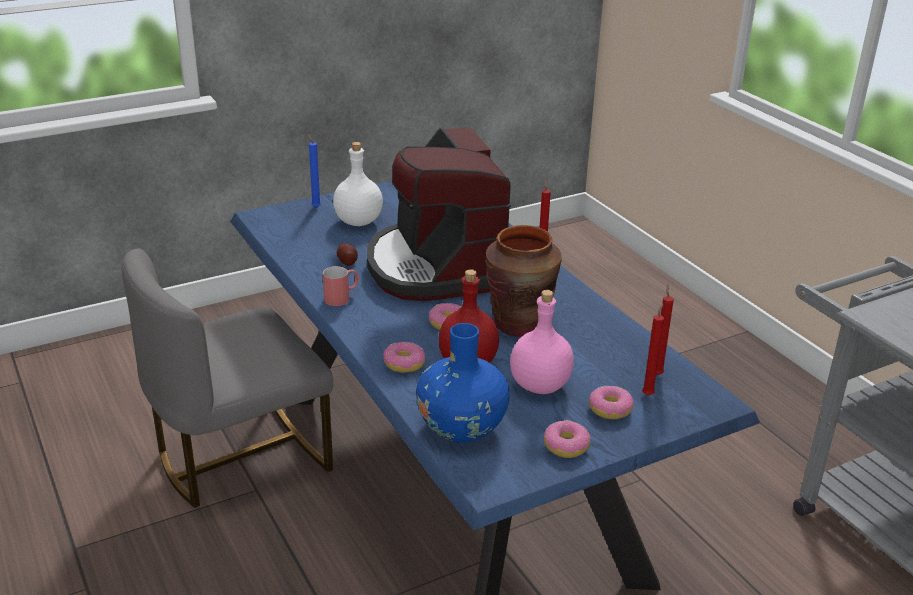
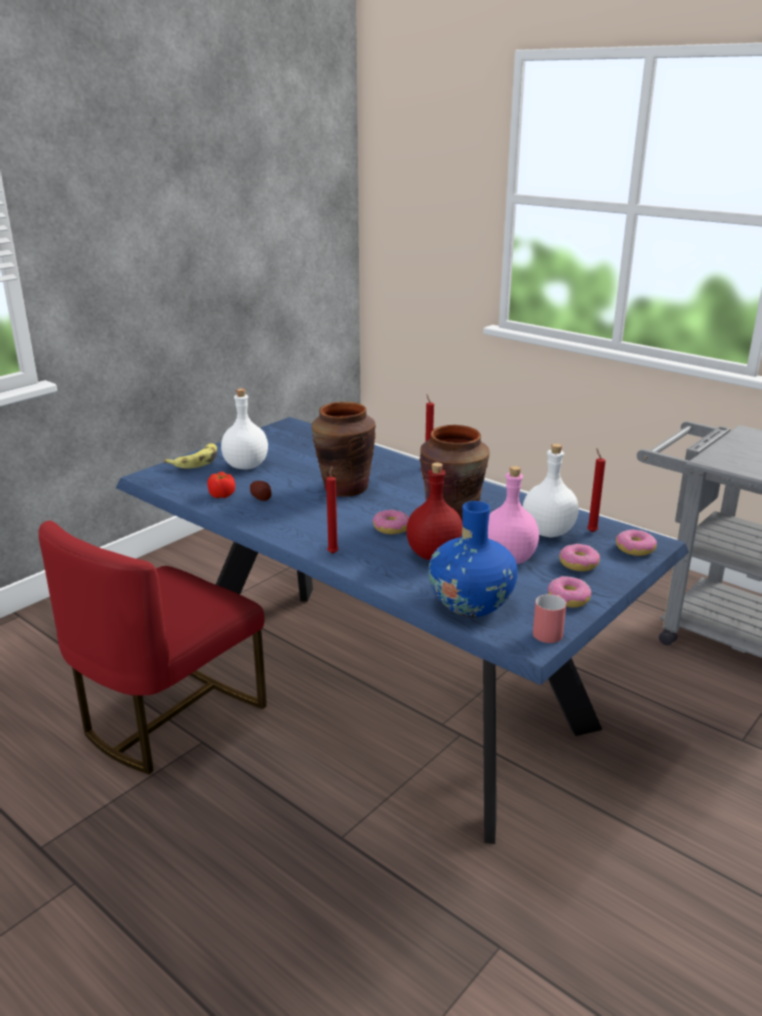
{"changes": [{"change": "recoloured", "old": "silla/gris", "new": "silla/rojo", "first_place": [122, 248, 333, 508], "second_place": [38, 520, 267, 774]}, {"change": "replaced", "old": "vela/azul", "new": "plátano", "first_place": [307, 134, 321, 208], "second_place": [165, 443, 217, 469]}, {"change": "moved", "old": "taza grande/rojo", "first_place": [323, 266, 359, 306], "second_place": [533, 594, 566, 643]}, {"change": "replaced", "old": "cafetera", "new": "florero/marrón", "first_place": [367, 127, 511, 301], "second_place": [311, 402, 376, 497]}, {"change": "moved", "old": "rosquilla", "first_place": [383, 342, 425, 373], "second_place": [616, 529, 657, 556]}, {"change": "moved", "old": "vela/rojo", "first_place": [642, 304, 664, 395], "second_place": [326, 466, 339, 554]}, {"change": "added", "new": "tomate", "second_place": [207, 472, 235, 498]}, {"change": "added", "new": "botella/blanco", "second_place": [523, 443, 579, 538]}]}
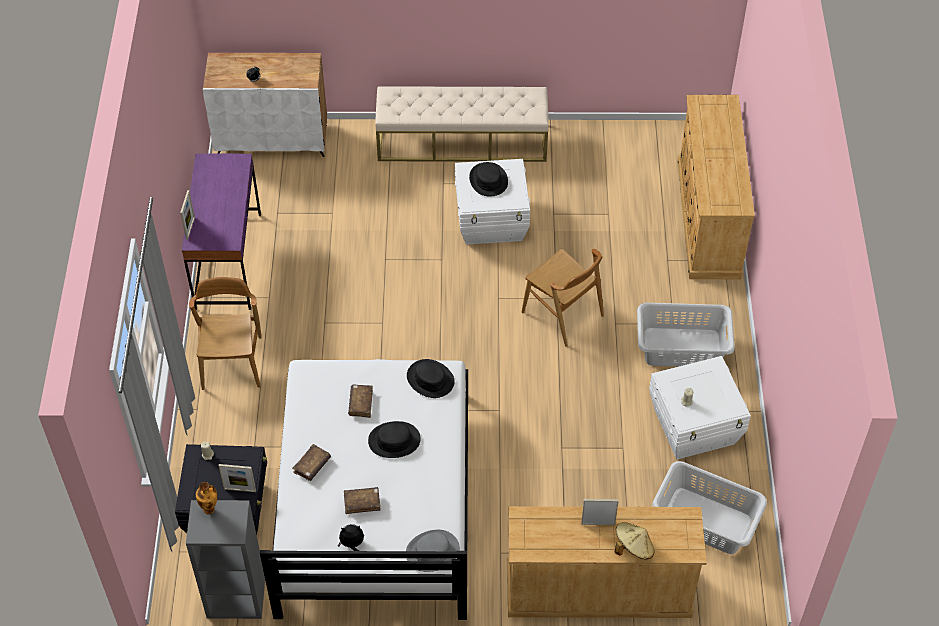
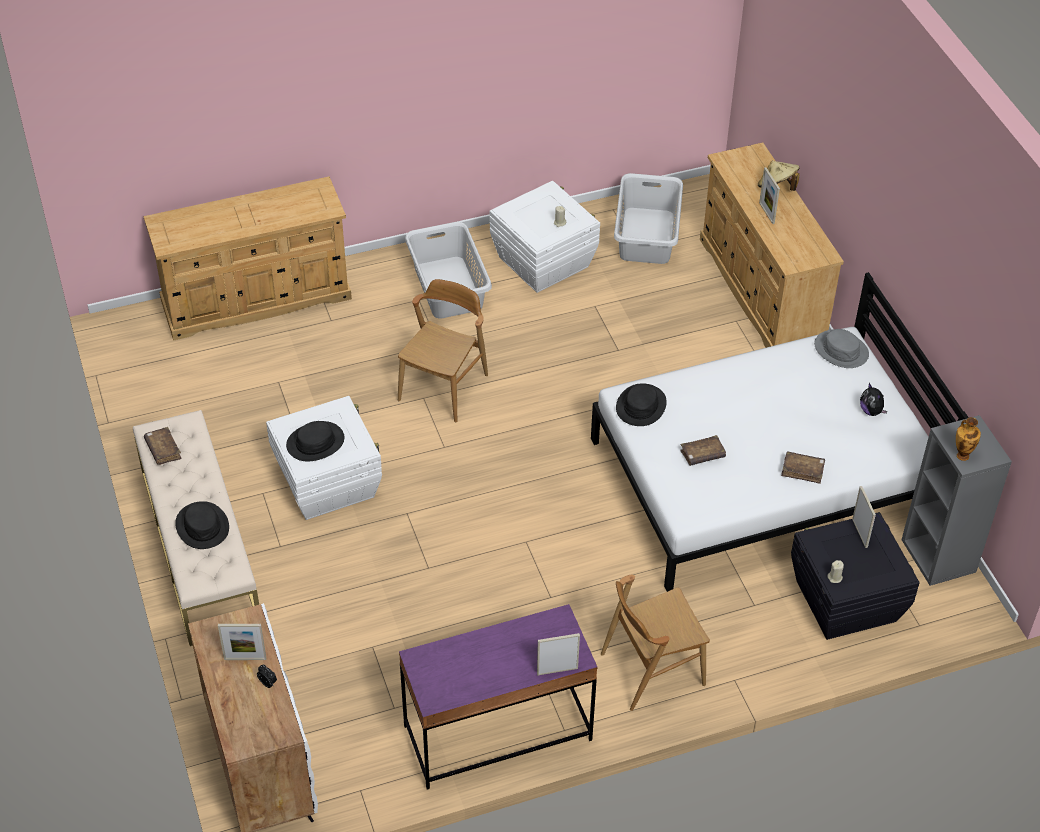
{"changes": [{"change": "moved", "old": "libro/marrón", "first_place": [344, 487, 381, 514], "second_place": [144, 427, 182, 465]}, {"change": "moved", "old": "sombrero/negro", "first_place": [368, 421, 421, 458], "second_place": [175, 501, 229, 549]}, {"change": "added", "new": "portarretratos", "second_place": [218, 624, 266, 660]}]}
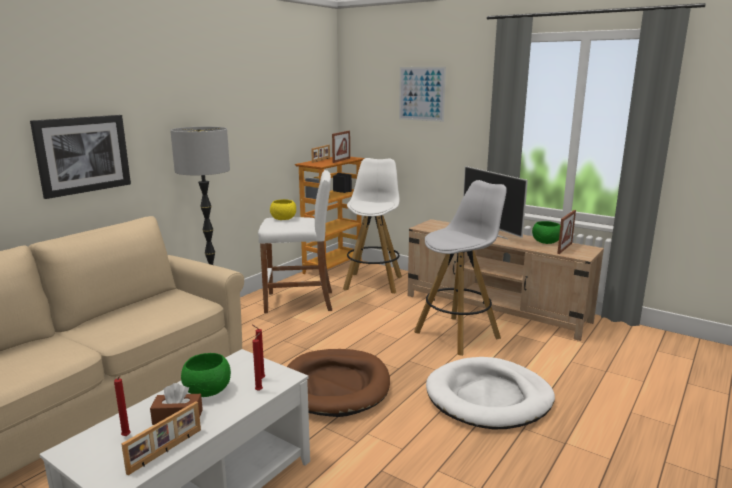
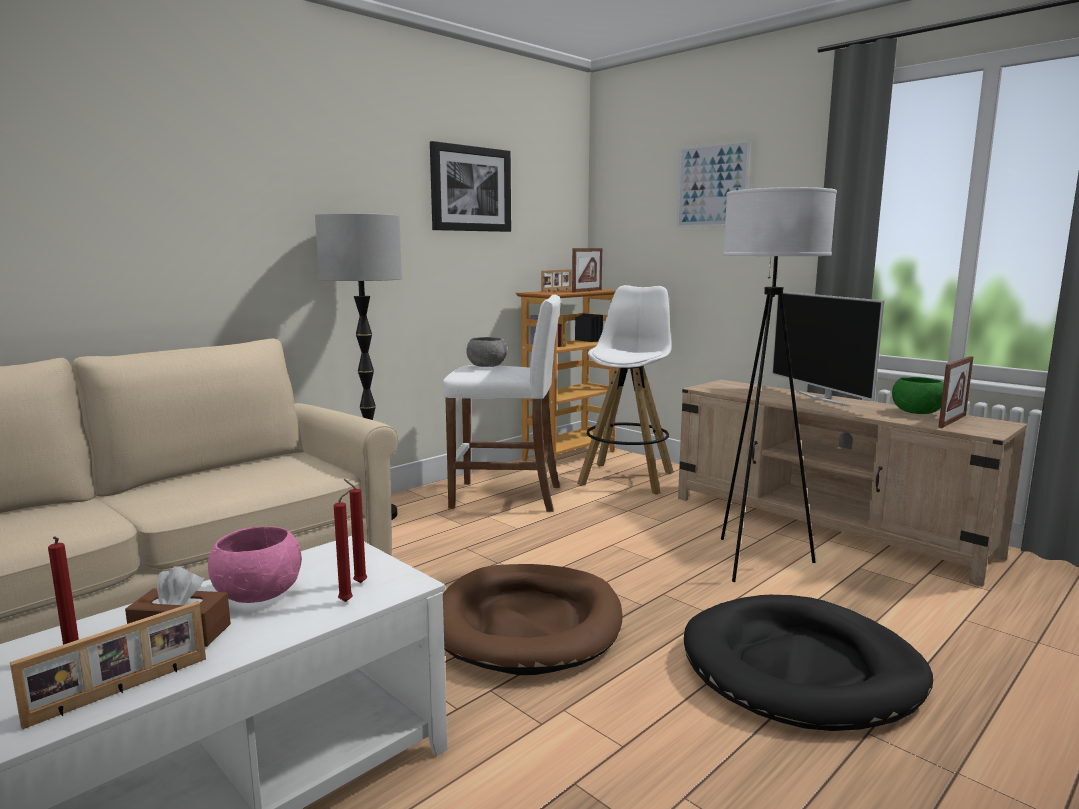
{"changes": [{"change": "moved", "old": "cuadro", "first_place": [30, 115, 131, 199], "second_place": [430, 141, 511, 232]}, {"change": "recoloured", "old": "cuenco/verde", "new": "cuenco/rosa", "first_place": [181, 353, 231, 397], "second_place": [208, 526, 302, 603]}, {"change": "recoloured", "old": "cuenco/amarillo", "new": "cuenco/gris", "first_place": [270, 199, 296, 220], "second_place": [466, 337, 507, 367]}, {"change": "replaced", "old": "taburete/blanco", "new": "lámpara de pie/blanco", "first_place": [414, 180, 507, 356], "second_place": [721, 187, 837, 582]}, {"change": "recoloured", "old": "cama para perro/blanco", "new": "cama para perro/negro", "first_place": [426, 357, 555, 429], "second_place": [684, 595, 933, 731]}]}
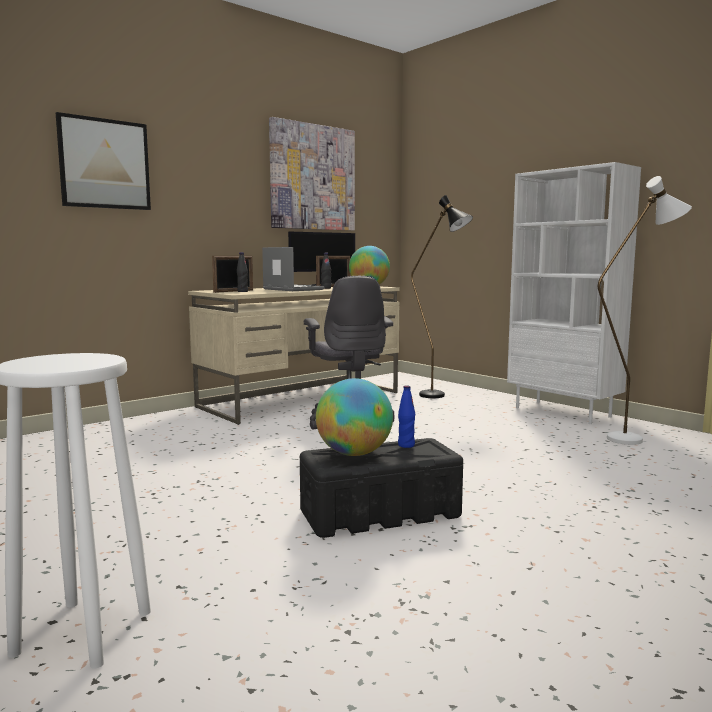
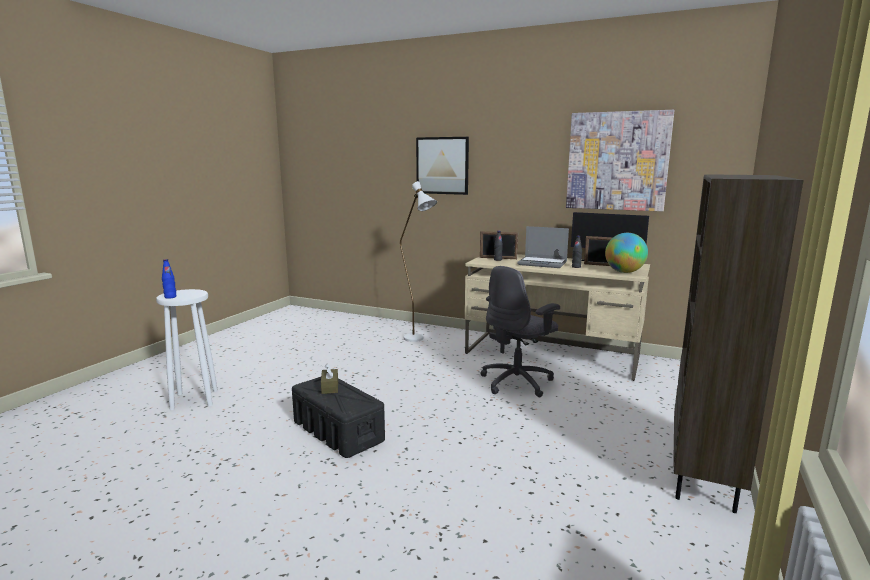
{"changes": [{"change": "turned", "old": "portátil", "first_place": [262, 247, 325, 291], "second_place": [517, 226, 569, 268], "degrees": 90}, {"change": "replaced", "old": "globo terráqueo", "new": "caja de pañuelos/marrón", "first_place": [316, 378, 393, 456], "second_place": [321, 363, 338, 394]}, {"change": "moved", "old": "botella/azul", "first_place": [398, 386, 415, 448], "second_place": [162, 259, 176, 299]}, {"change": "removed", "old": "lámpara de pie/negro", "first_place": [411, 195, 473, 398]}, {"change": "recoloured", "old": "estantería/blanco", "new": "estantería/marrón", "first_place": [507, 162, 641, 424], "second_place": [673, 174, 804, 513]}, {"change": "moved", "old": "lámpara de pie/blanco", "first_place": [598, 176, 692, 445], "second_place": [400, 181, 437, 342]}]}
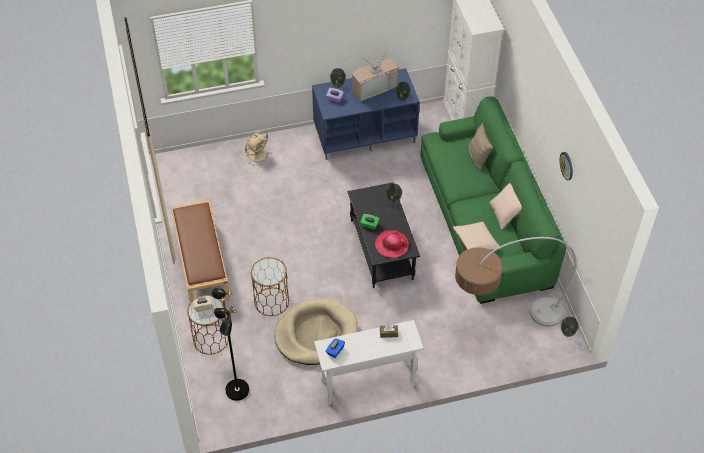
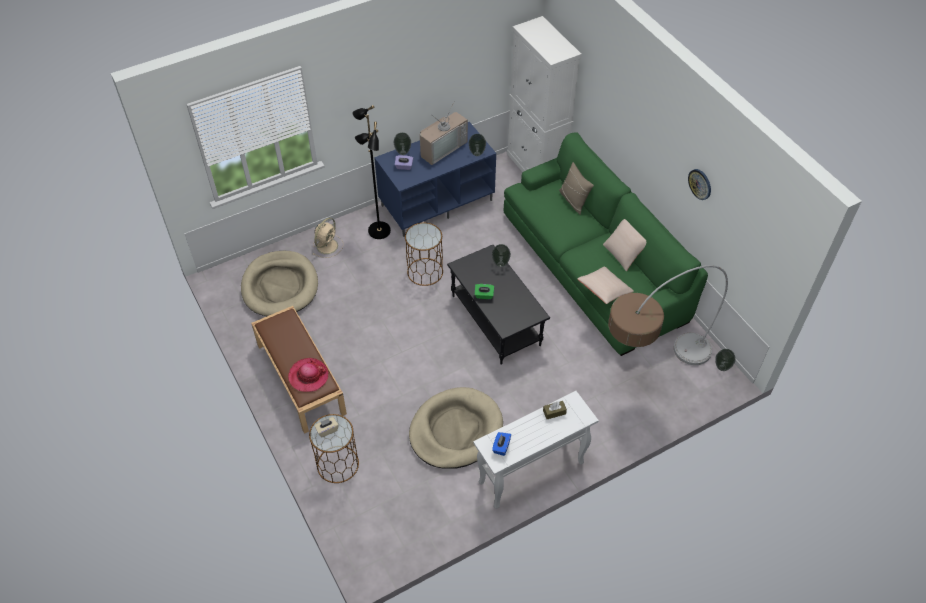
{"changes": [{"change": "moved", "old": "lámpara de pie/negro", "first_place": [212, 288, 249, 401], "second_place": [352, 105, 391, 239]}, {"change": "moved", "old": "mesa auxiliar/marrón", "first_place": [251, 257, 289, 316], "second_place": [405, 223, 443, 286]}, {"change": "moved", "old": "sombrero", "first_place": [375, 230, 409, 258], "second_place": [288, 358, 328, 392]}, {"change": "added", "new": "cama para perro/beis", "second_place": [241, 251, 318, 316]}]}
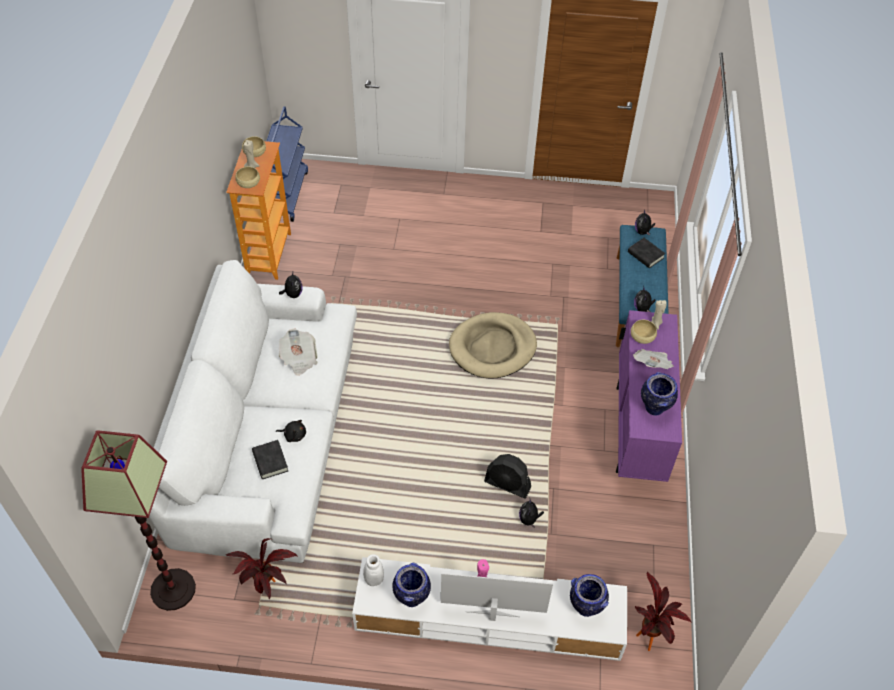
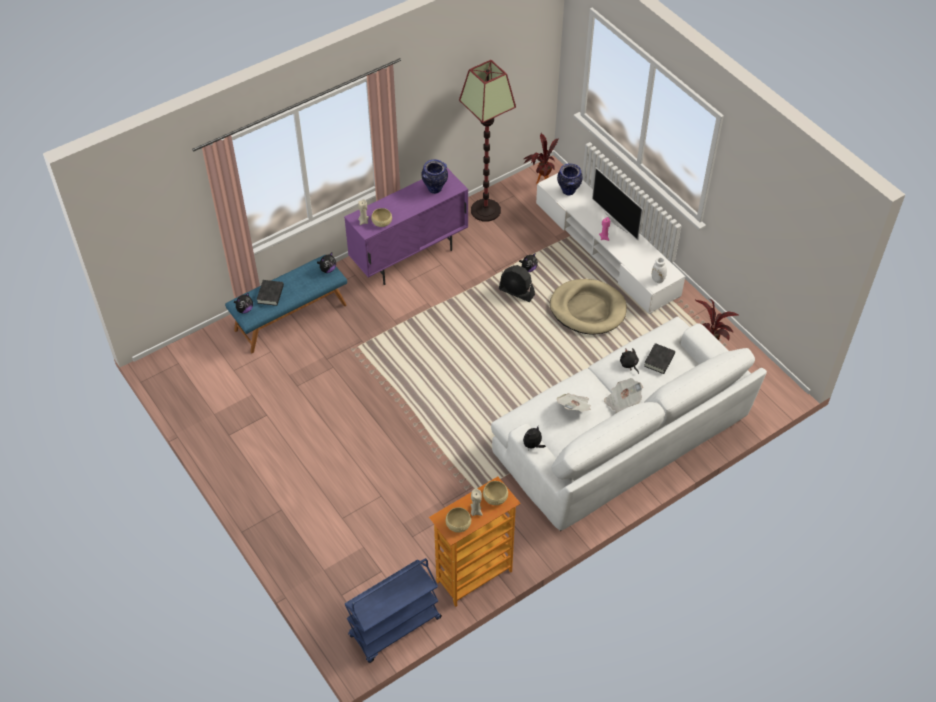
{"changes": [{"change": "moved", "old": "lámpara de pie", "first_place": [81, 430, 196, 611], "second_place": [459, 60, 516, 221]}, {"change": "removed", "old": "florero", "first_place": [392, 563, 431, 607]}, {"change": "moved", "old": "cama para perro/beis", "first_place": [449, 312, 537, 379], "second_place": [550, 279, 627, 335]}, {"change": "turned", "old": "ventilador/negro", "first_place": [484, 454, 531, 499], "second_place": [499, 265, 535, 302], "degrees": 135}, {"change": "moved", "old": "periódico", "first_place": [633, 349, 674, 369], "second_place": [604, 378, 643, 413]}]}
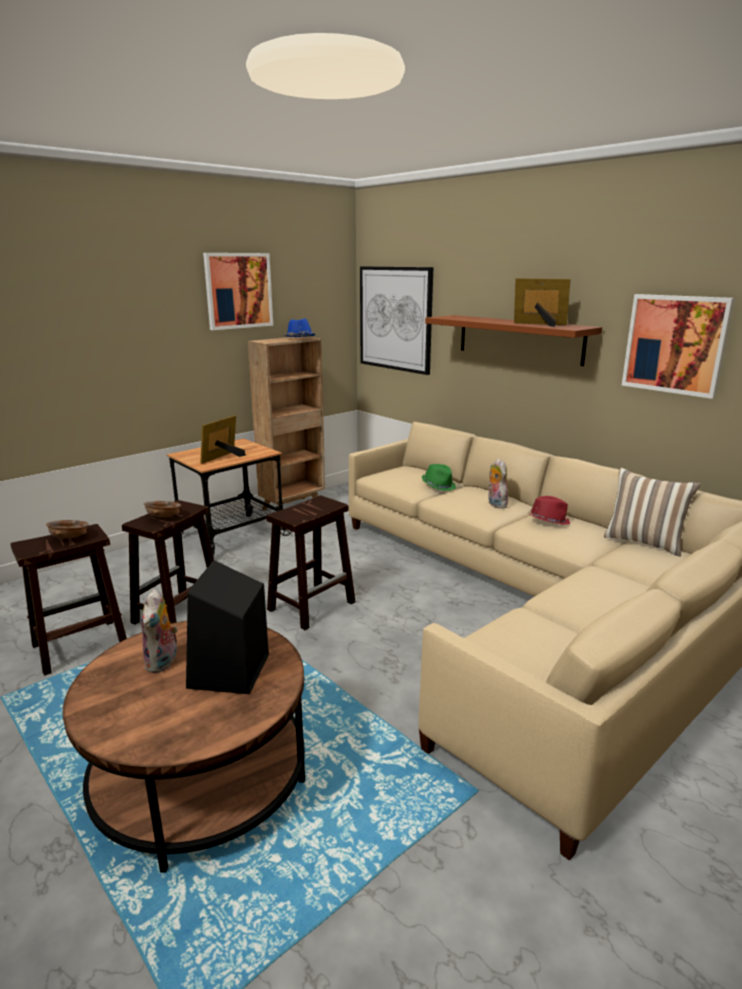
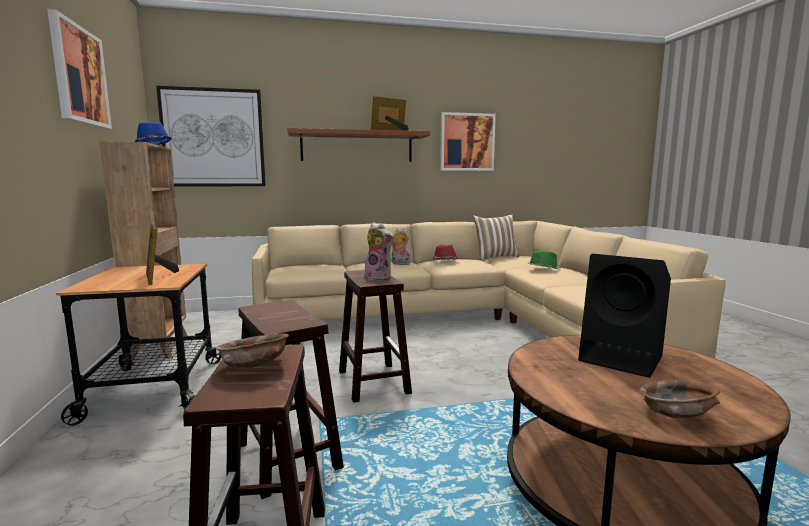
{"changes": [{"change": "moved", "old": "peluche", "first_place": [141, 589, 178, 673], "second_place": [364, 222, 394, 281]}, {"change": "moved", "old": "cuenco/marrón", "first_place": [144, 501, 181, 518], "second_place": [640, 380, 720, 418]}, {"change": "moved", "old": "sombrero/verde", "first_place": [422, 464, 456, 491], "second_place": [527, 251, 560, 269]}]}
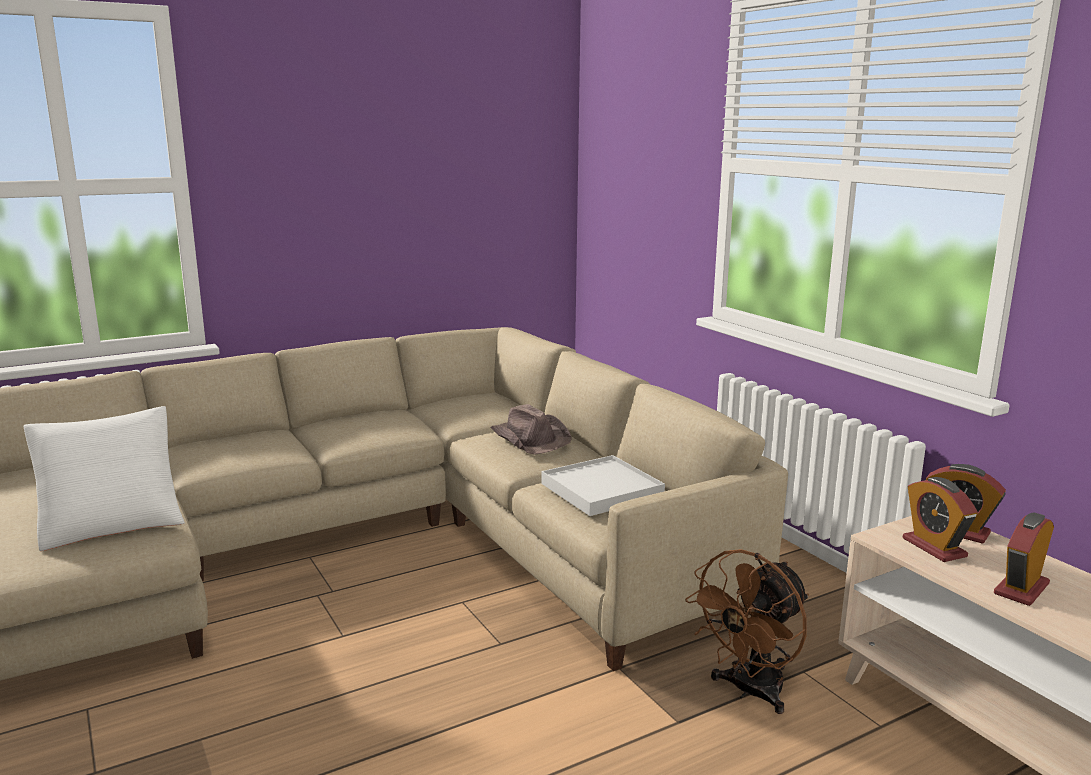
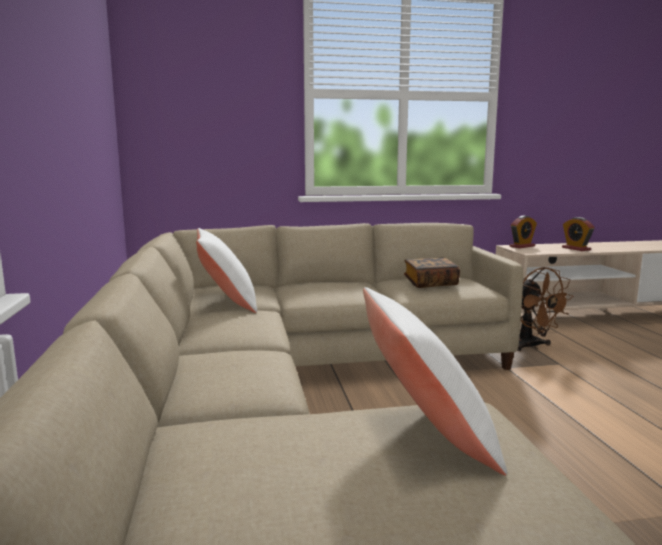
{"changes": [{"change": "removed", "old": "sombrero/marrón", "first_place": [490, 404, 572, 455]}, {"change": "replaced", "old": "bandeja/blanco", "new": "libro", "first_place": [541, 455, 665, 516], "second_place": [404, 258, 460, 288]}, {"change": "removed", "old": "despertador", "first_place": [903, 477, 978, 562]}, {"change": "added", "new": "cojín/blanco", "second_place": [196, 228, 257, 313]}]}
